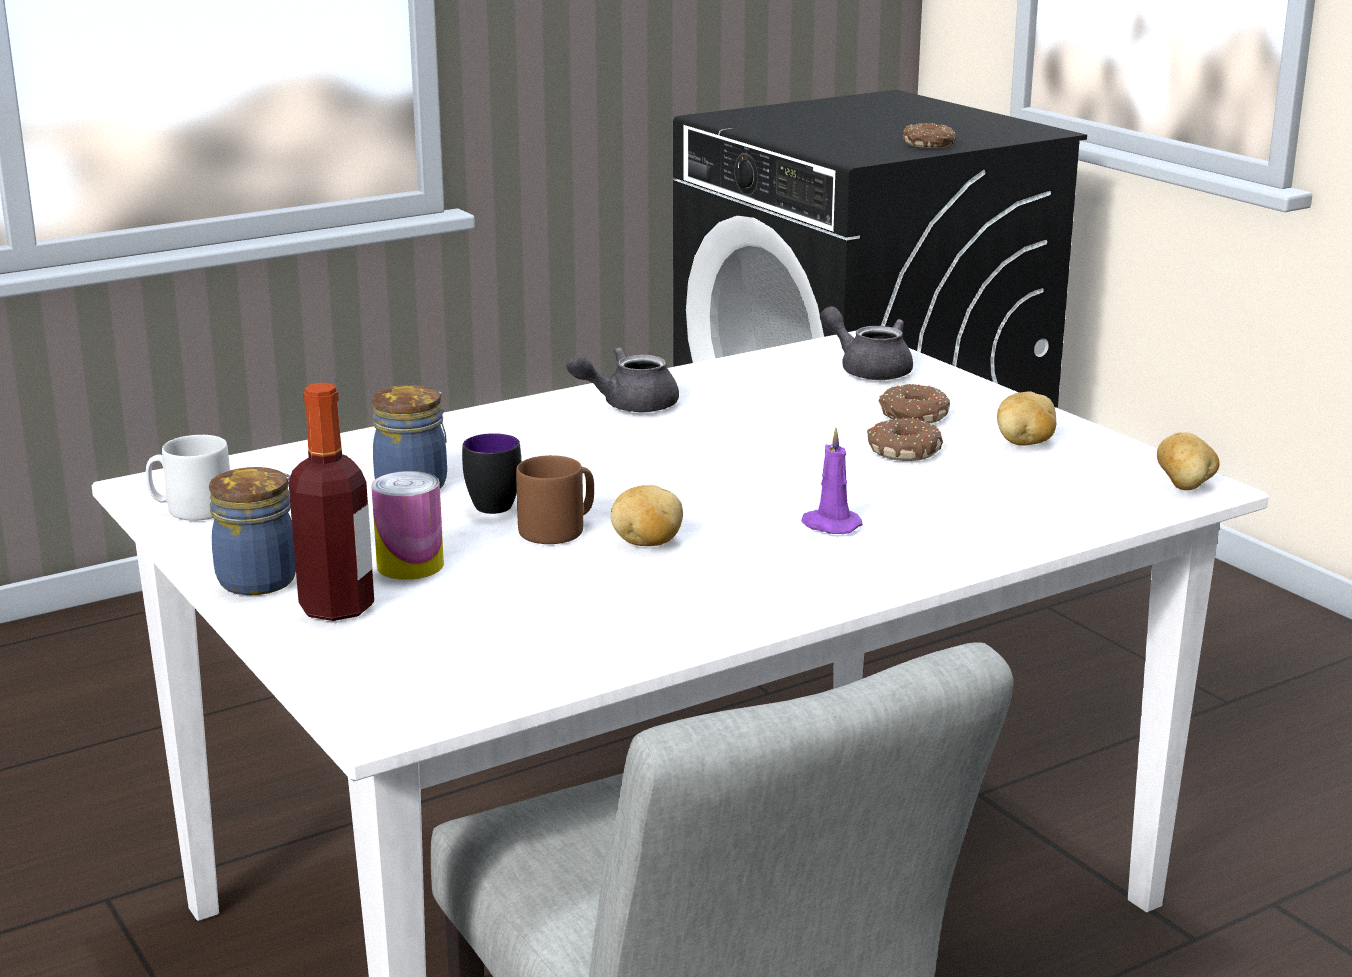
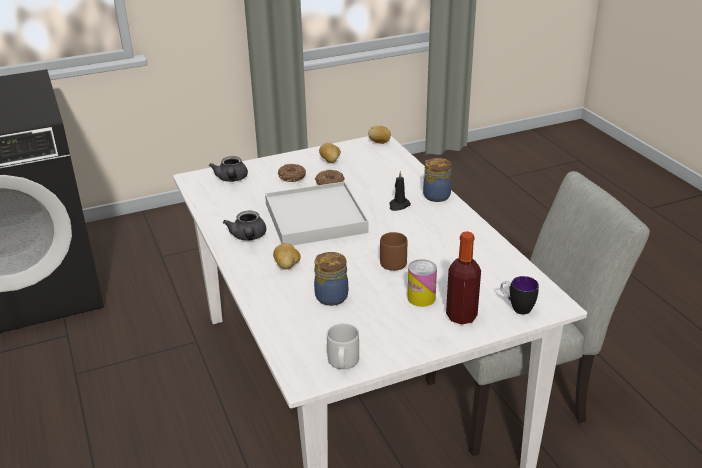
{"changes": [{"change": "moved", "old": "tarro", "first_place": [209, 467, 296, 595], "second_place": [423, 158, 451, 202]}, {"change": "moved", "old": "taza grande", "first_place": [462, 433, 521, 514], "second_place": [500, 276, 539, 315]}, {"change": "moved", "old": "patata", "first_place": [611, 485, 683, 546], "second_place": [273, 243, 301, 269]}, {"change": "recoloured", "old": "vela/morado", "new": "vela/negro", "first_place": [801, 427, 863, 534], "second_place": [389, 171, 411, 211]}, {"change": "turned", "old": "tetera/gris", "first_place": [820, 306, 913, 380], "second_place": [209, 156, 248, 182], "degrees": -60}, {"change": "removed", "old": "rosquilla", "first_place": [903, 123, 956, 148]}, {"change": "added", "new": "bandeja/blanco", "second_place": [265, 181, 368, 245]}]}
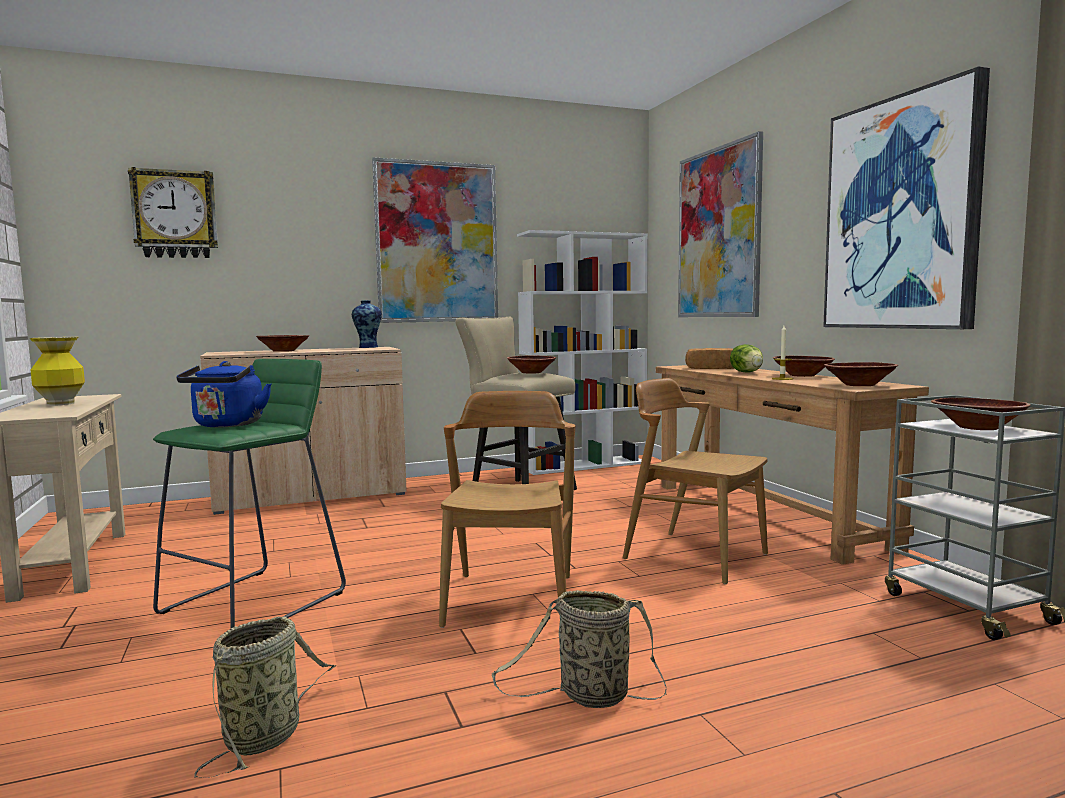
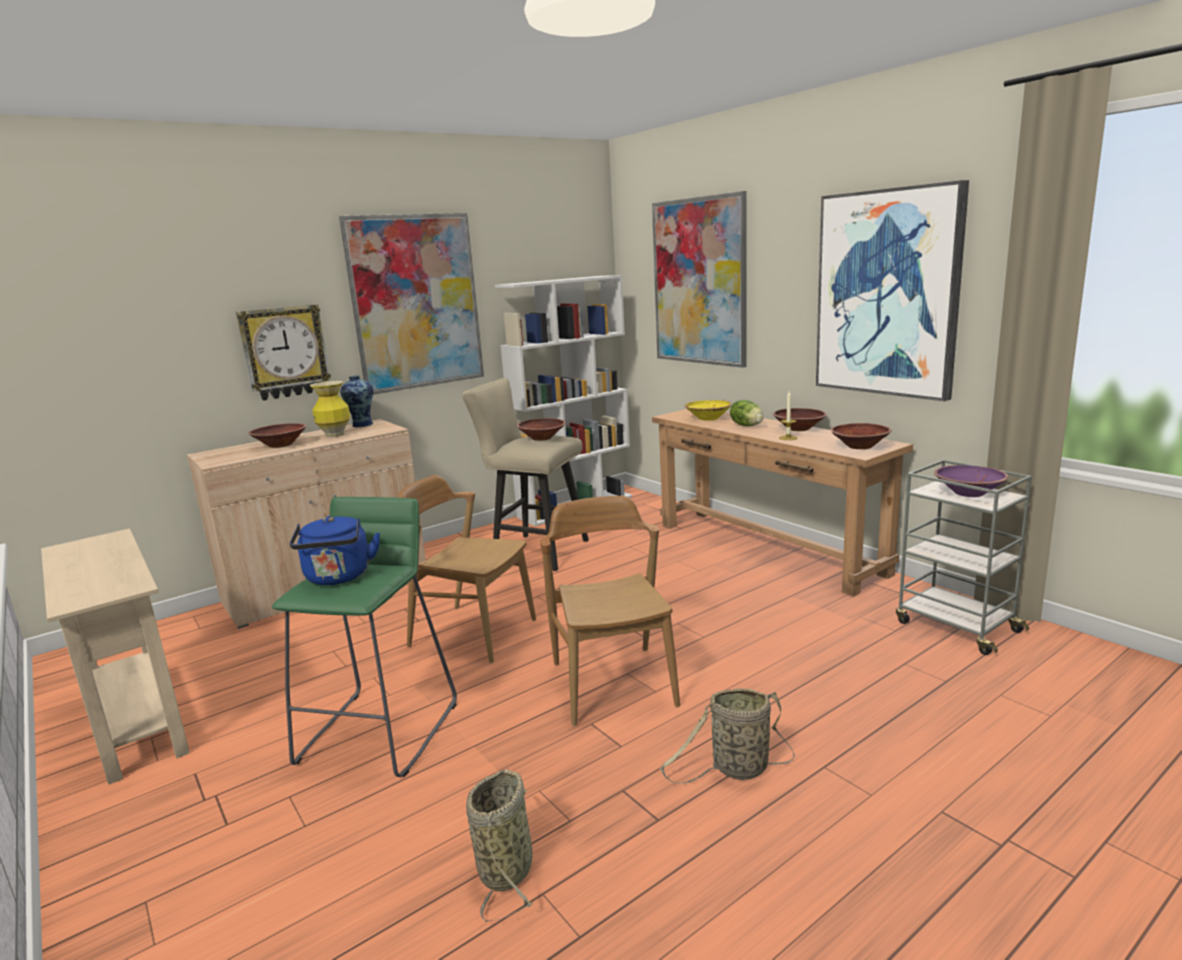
{"changes": [{"change": "moved", "old": "florero", "first_place": [30, 337, 85, 406], "second_place": [310, 381, 350, 437]}, {"change": "moved", "old": "reloj de pared", "first_place": [128, 167, 218, 258], "second_place": [236, 305, 331, 401]}, {"change": "moved", "old": "silla/marrón", "first_place": [623, 378, 768, 584], "second_place": [398, 475, 536, 663]}, {"change": "replaced", "old": "pan", "new": "cuenco/amarillo", "first_place": [685, 348, 734, 369], "second_place": [684, 400, 732, 421]}, {"change": "recoloured", "old": "cuenco/marrón", "new": "cuenco/morado", "first_place": [931, 398, 1031, 430], "second_place": [934, 465, 1009, 497]}]}
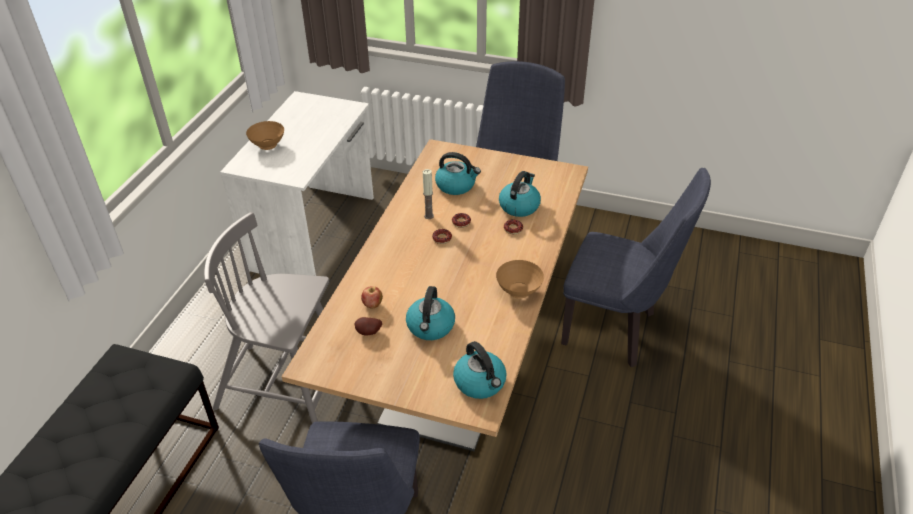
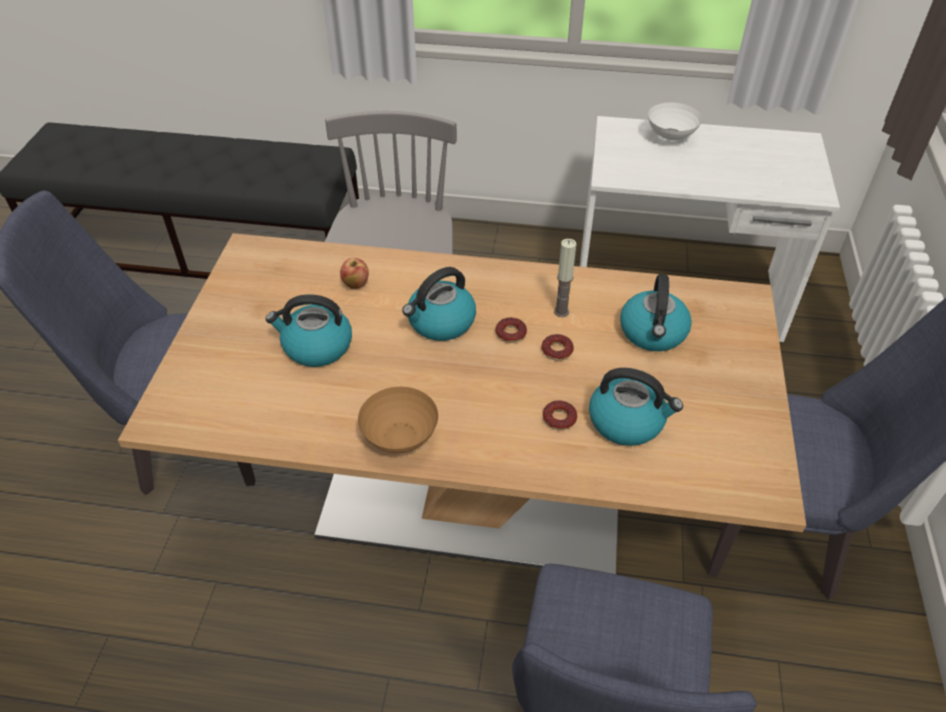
{"changes": [{"change": "recoloured", "old": "cuenco/marrón", "new": "cuenco/blanco", "first_place": [246, 121, 284, 150], "second_place": [648, 103, 702, 144]}, {"change": "removed", "old": "patata", "first_place": [354, 317, 382, 336]}, {"change": "moved", "old": "hervidor", "first_place": [453, 341, 507, 399], "second_place": [402, 267, 476, 341]}]}
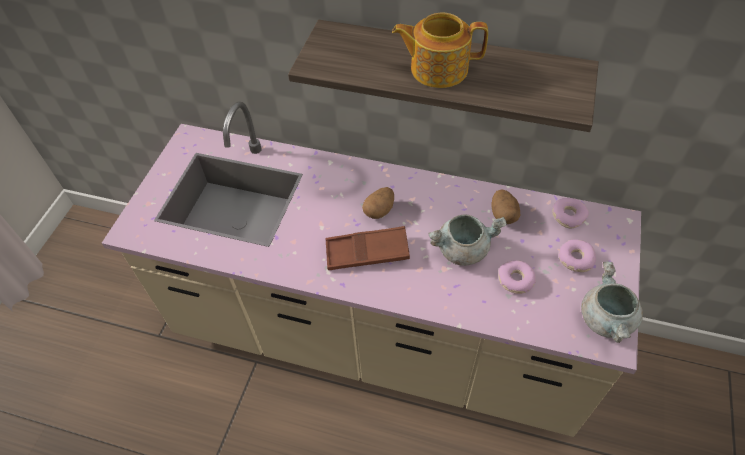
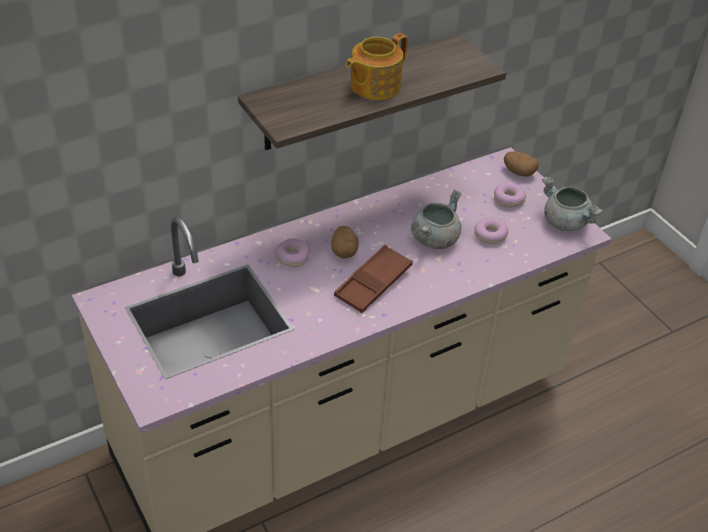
{"changes": [{"change": "moved", "old": "patata", "first_place": [491, 190, 520, 224], "second_place": [504, 151, 539, 177]}, {"change": "moved", "old": "rosquilla", "first_place": [552, 198, 589, 229], "second_place": [275, 238, 310, 267]}]}
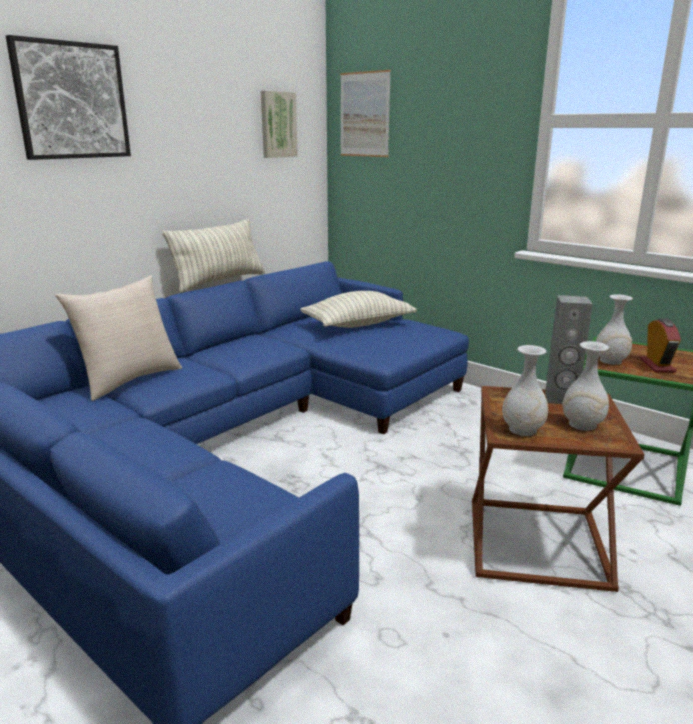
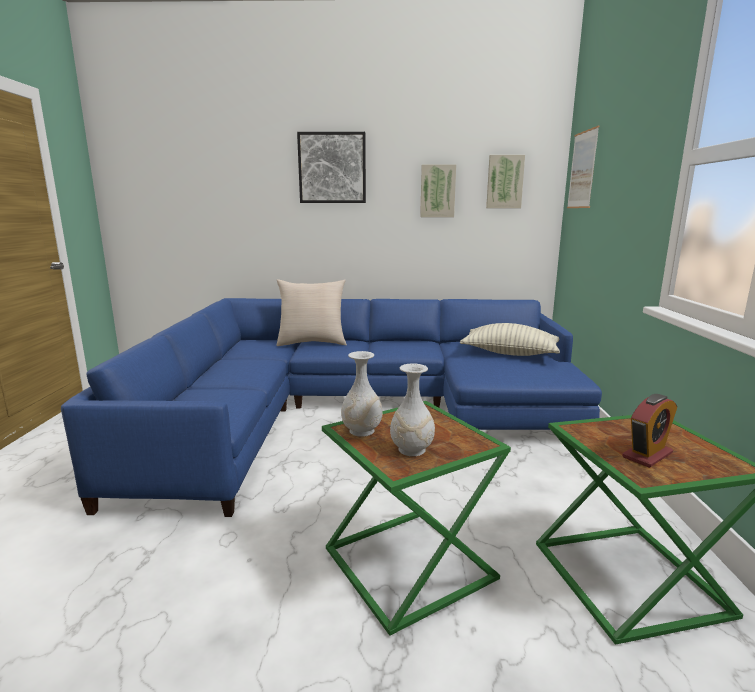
{"changes": [{"change": "removed", "old": "cojín", "first_place": [162, 219, 265, 293]}, {"change": "recoloured", "old": "mesa auxiliar/marrón", "new": "mesa auxiliar/verde", "first_place": [472, 386, 645, 592], "second_place": [322, 401, 511, 636]}, {"change": "removed", "old": "altavoz/gris", "first_place": [545, 295, 593, 404]}, {"change": "removed", "old": "florero/blanco", "first_place": [596, 294, 633, 365]}, {"change": "added", "new": "cuadro", "second_place": [420, 164, 456, 217]}]}
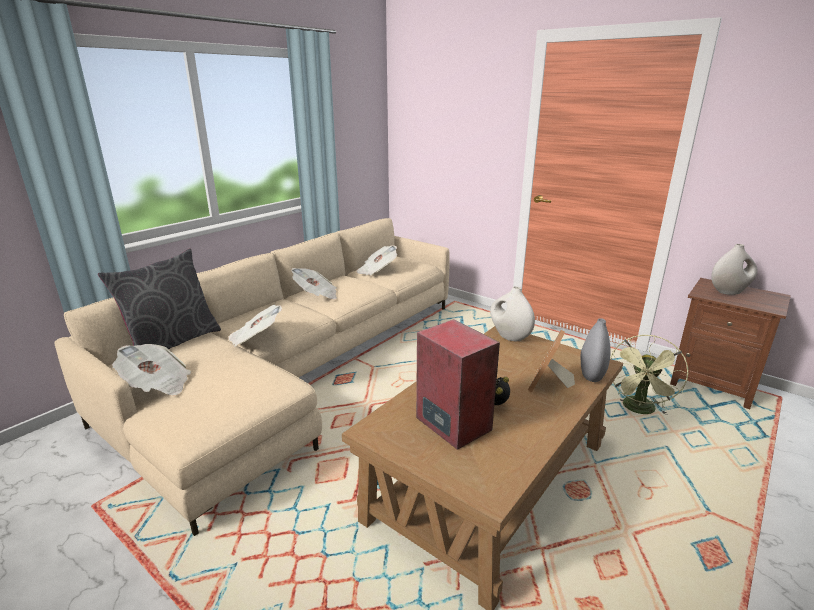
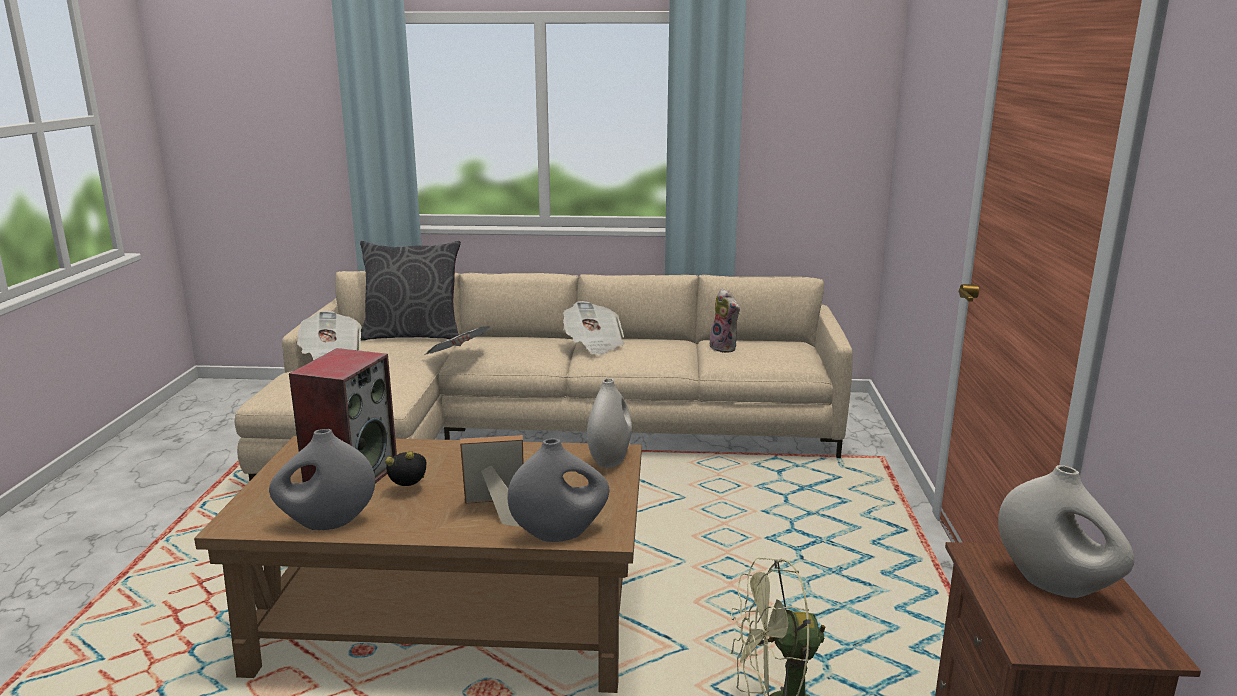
{"changes": [{"change": "replaced", "old": "periódico", "new": "peluche", "first_place": [356, 245, 397, 276], "second_place": [710, 288, 740, 353]}, {"change": "added", "new": "florero/gris", "second_place": [269, 429, 375, 530]}]}
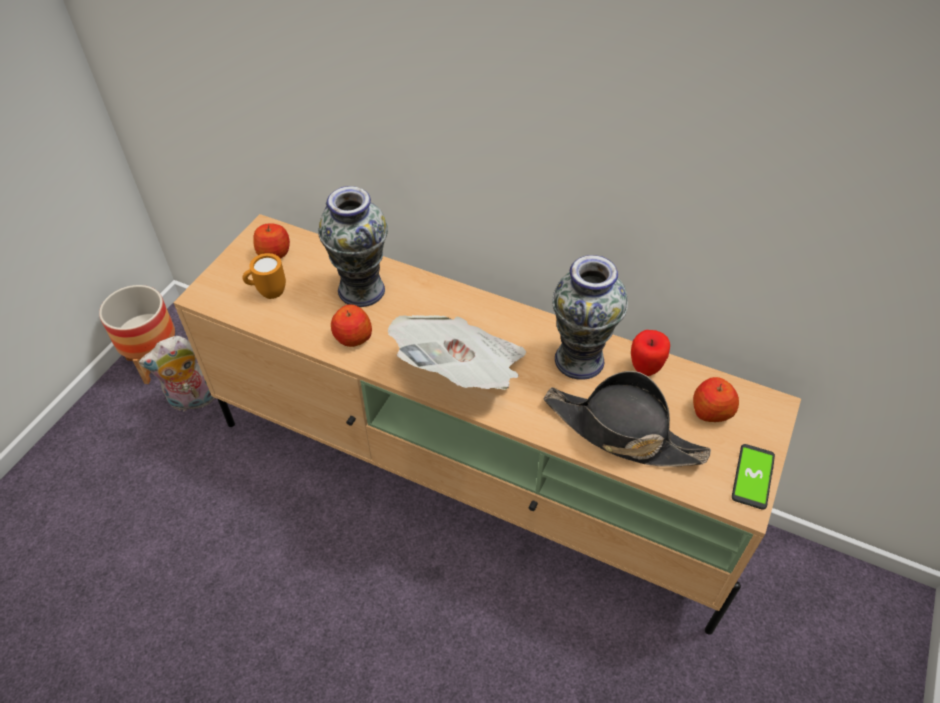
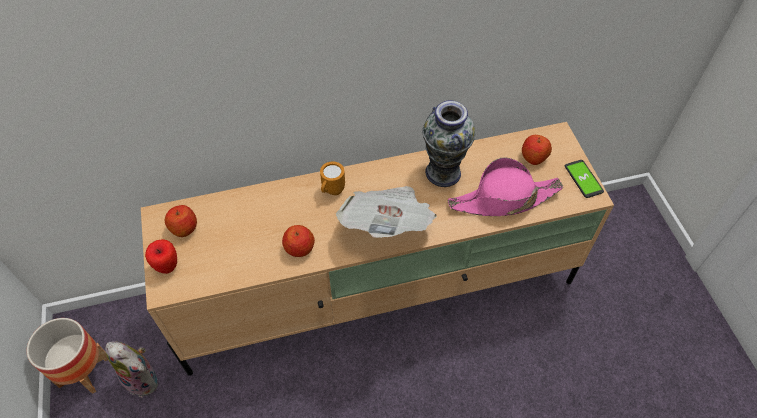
{"changes": [{"change": "turned", "old": "peluche", "first_place": [139, 336, 215, 412], "second_place": [105, 341, 158, 398], "degrees": -90}, {"change": "moved", "old": "taza grande/naranja", "first_place": [242, 253, 286, 299], "second_place": [320, 162, 345, 195]}, {"change": "removed", "old": "florero", "first_place": [318, 186, 388, 307]}, {"change": "recoloured", "old": "sombrero/negro", "new": "sombrero/rosa", "first_place": [543, 371, 711, 467], "second_place": [448, 157, 563, 216]}, {"change": "moved", "old": "manzana", "first_place": [631, 330, 670, 376], "second_place": [145, 239, 177, 274]}]}
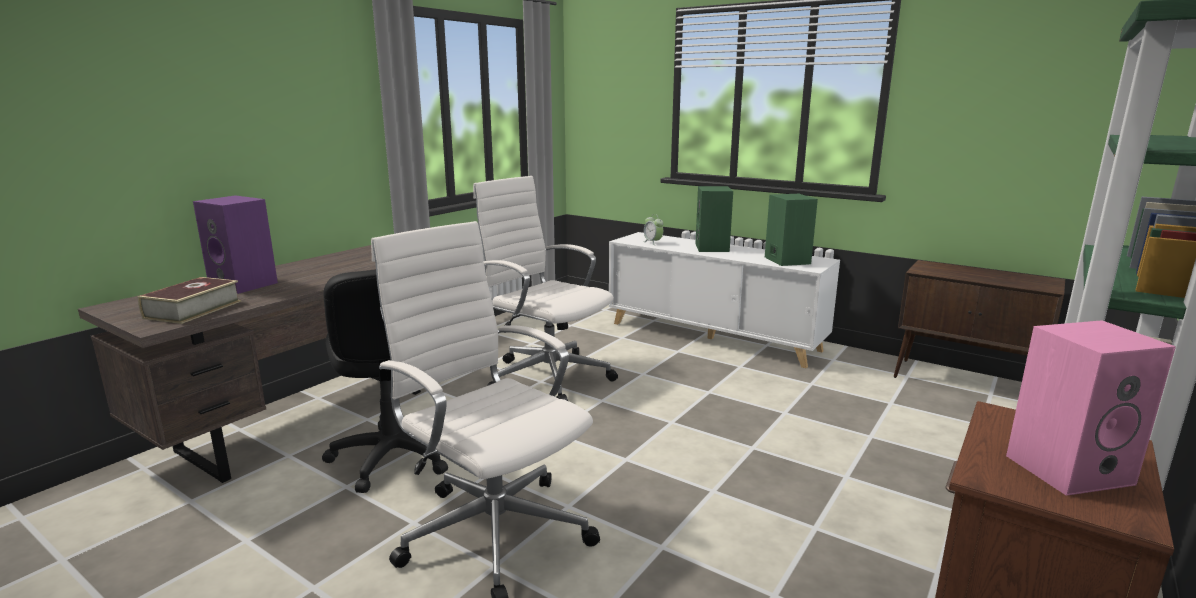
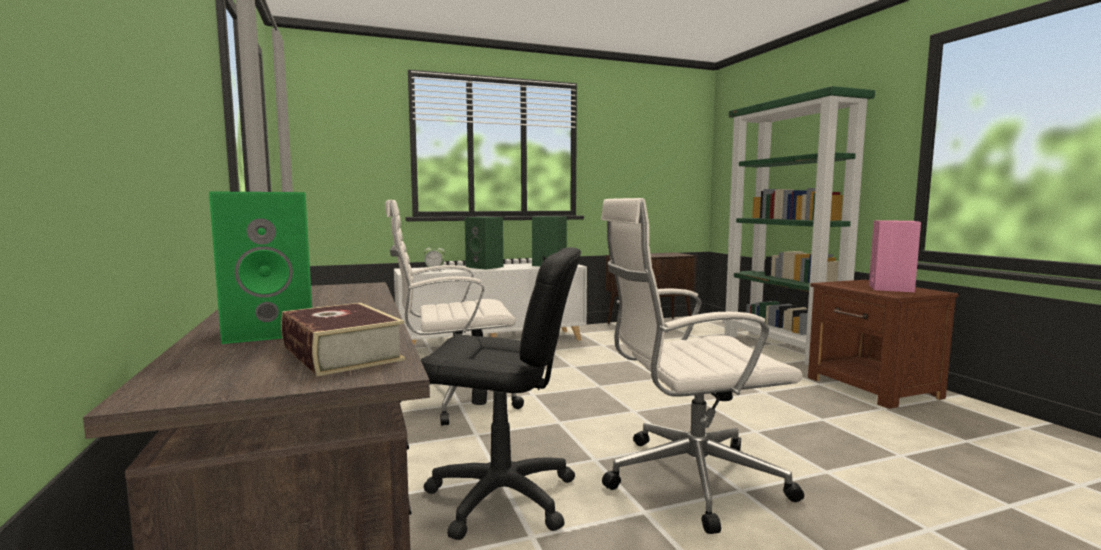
{"changes": [{"change": "recoloured", "old": "altavoz/morado", "new": "altavoz/verde", "first_place": [193, 195, 278, 294], "second_place": [209, 191, 312, 344]}]}
